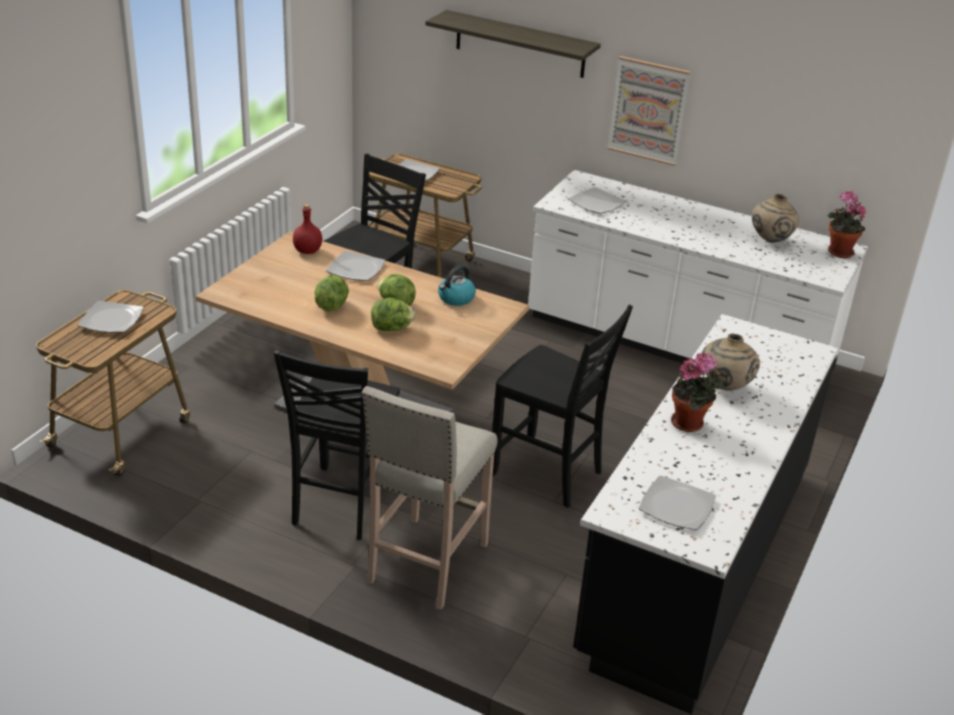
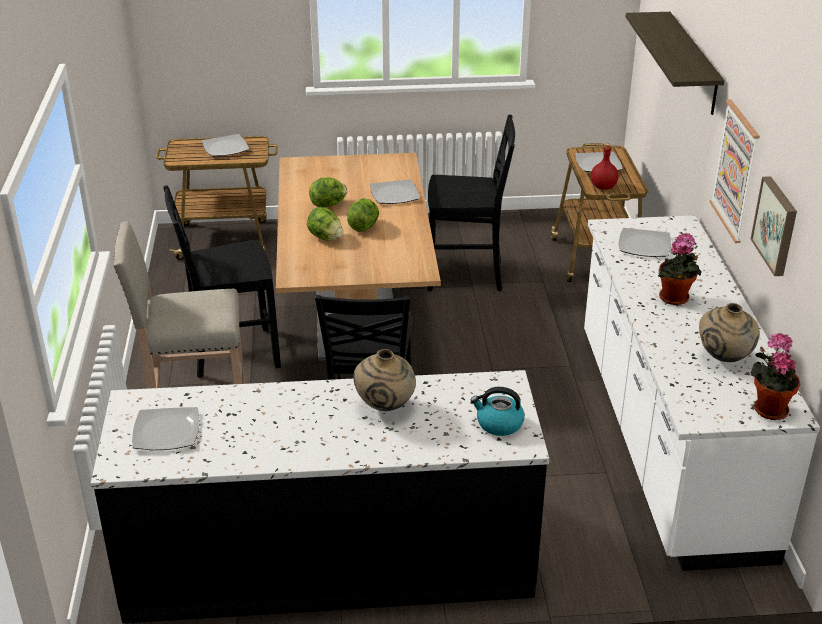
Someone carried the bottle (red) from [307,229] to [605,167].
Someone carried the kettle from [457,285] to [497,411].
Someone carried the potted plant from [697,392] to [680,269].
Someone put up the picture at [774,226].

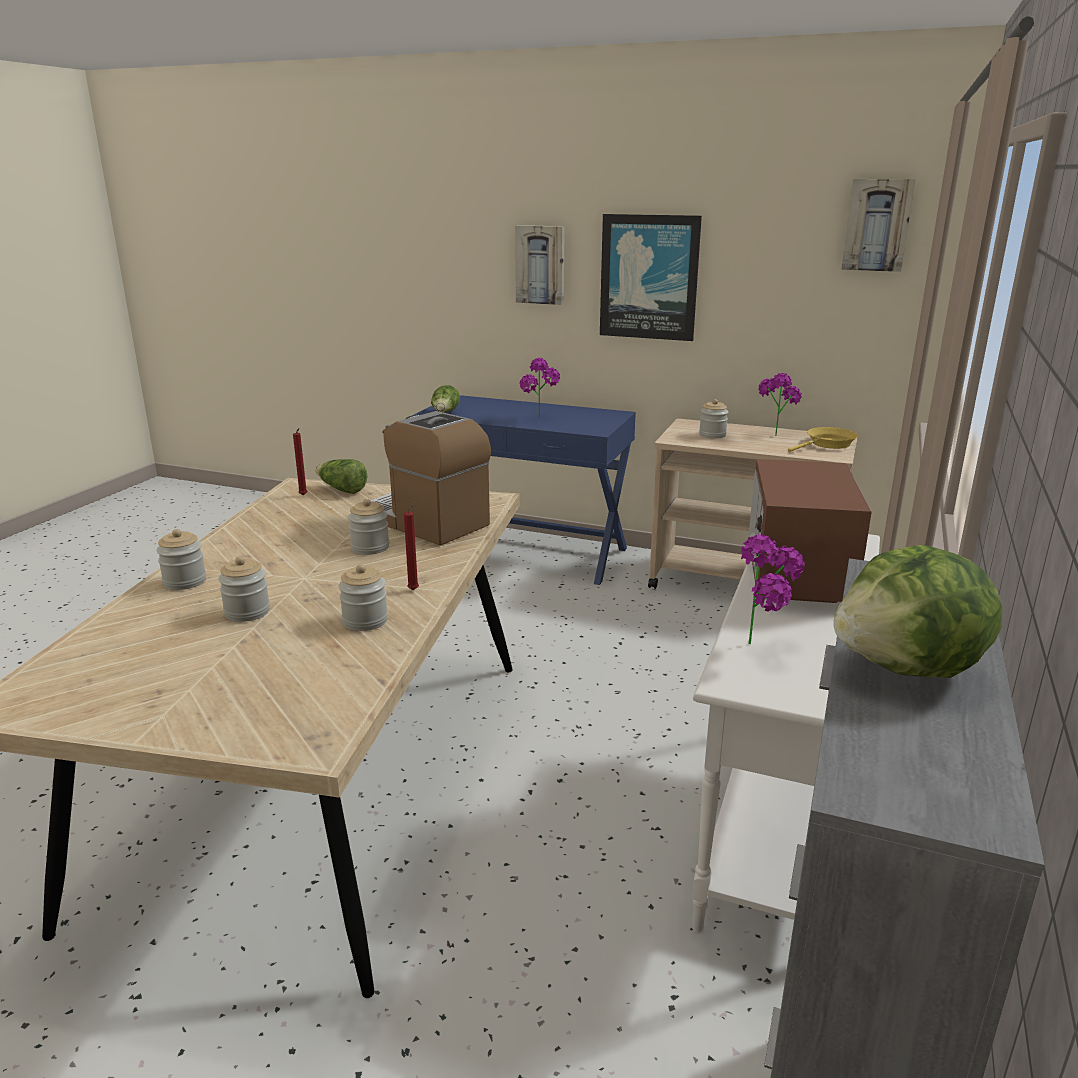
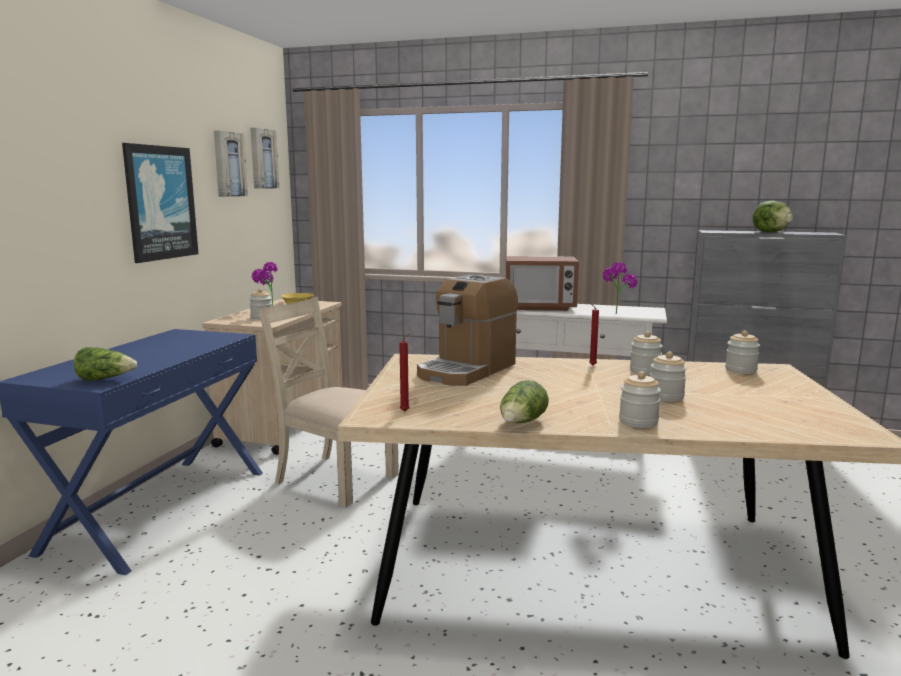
Someone carried the picture from [540,265] to [231,164].
Someone took away the potted plant at [540,387].
Someone carried the lettuce from [341,476] to [524,401].
Someone carried the jar from [368,527] to [742,352].
Someone put down the chair (beige) at [328,401].

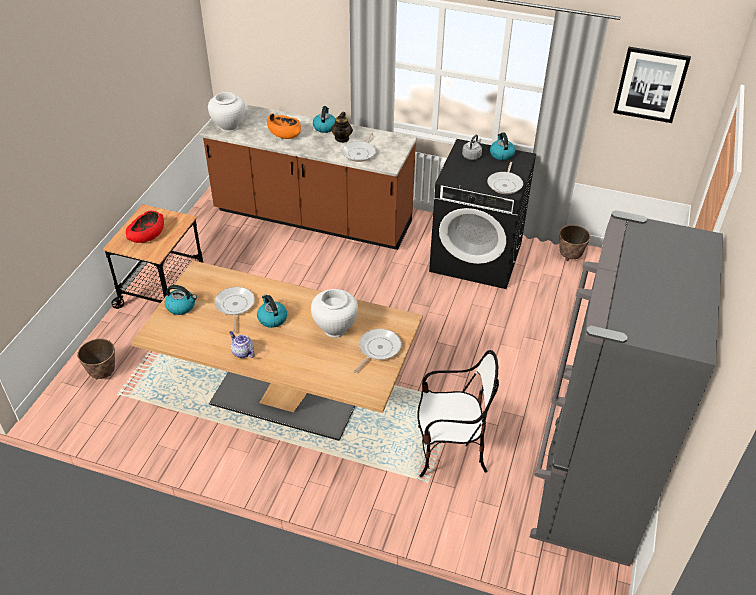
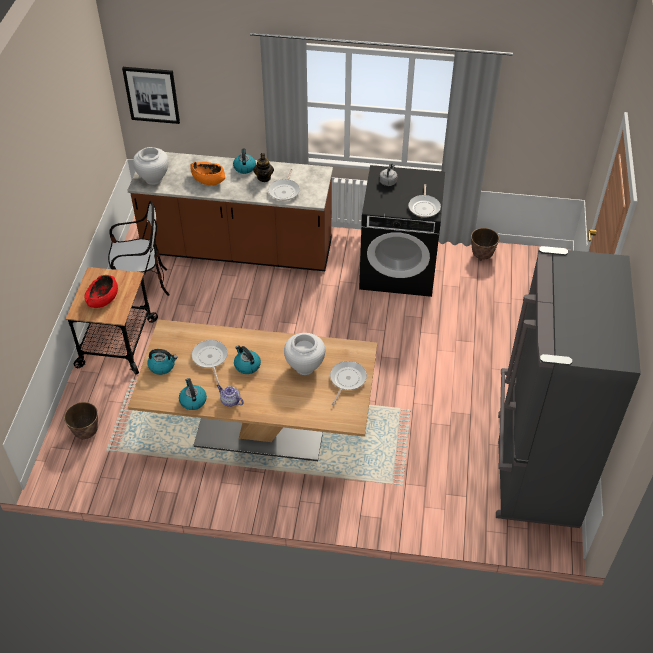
Someone carried the picture from [652,85] to [151,95].
Someone carried the kettle from [502,146] to [193,394].
Someone carried the chair from [458,413] to [139,248].

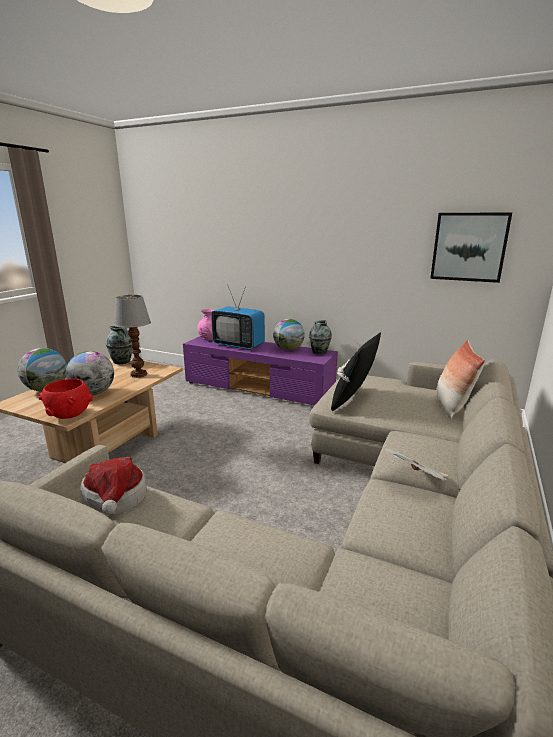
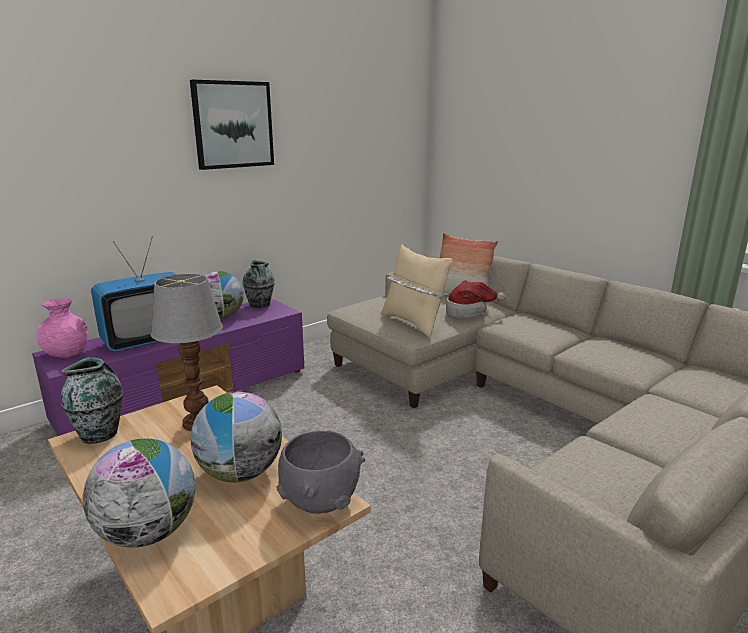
Someone carried the picture from [471,248] to [232,125].
Someone repainted the pillow (black) at [356,371], which became the pillow (beige) at [416,290].
Someone repainted the bowl (red) at [66,399], which became the bowl (grey) at [320,471].
Someone took away the newspaper at [416,464].
Someone carried the hat from [113,486] to [476,299].

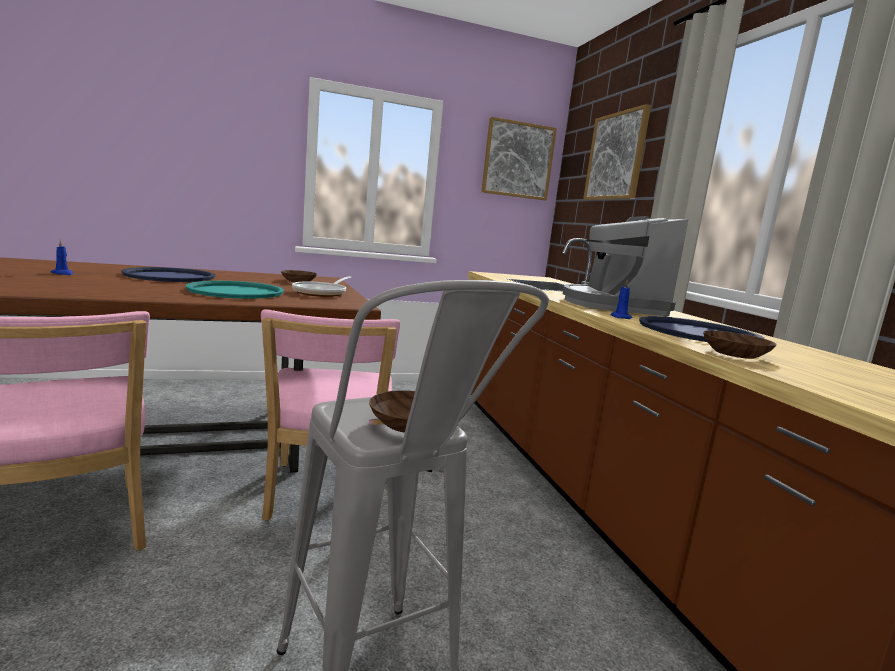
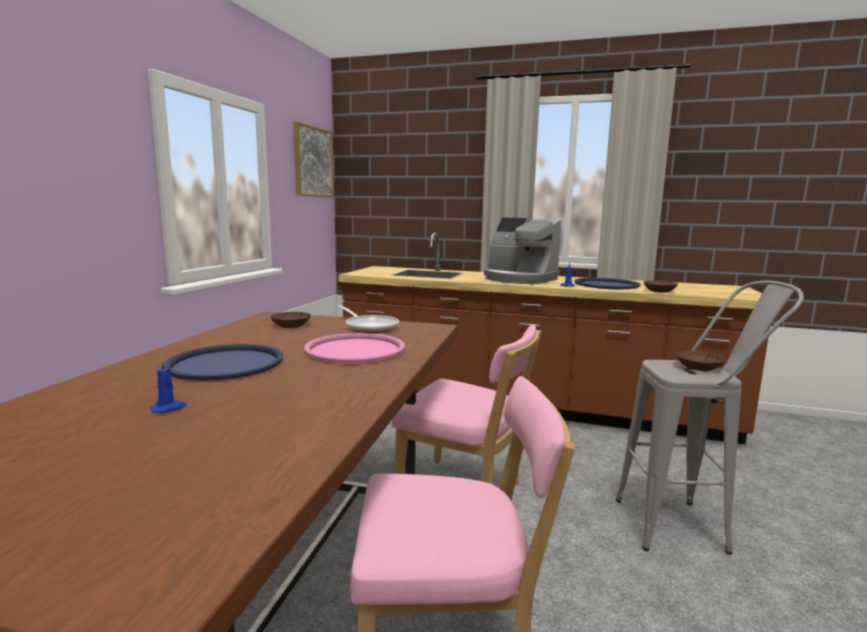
Someone took away the picture at [617,152].
Someone repainted the tray (turquoise) at [235,290], which became the tray (pink) at [354,348].

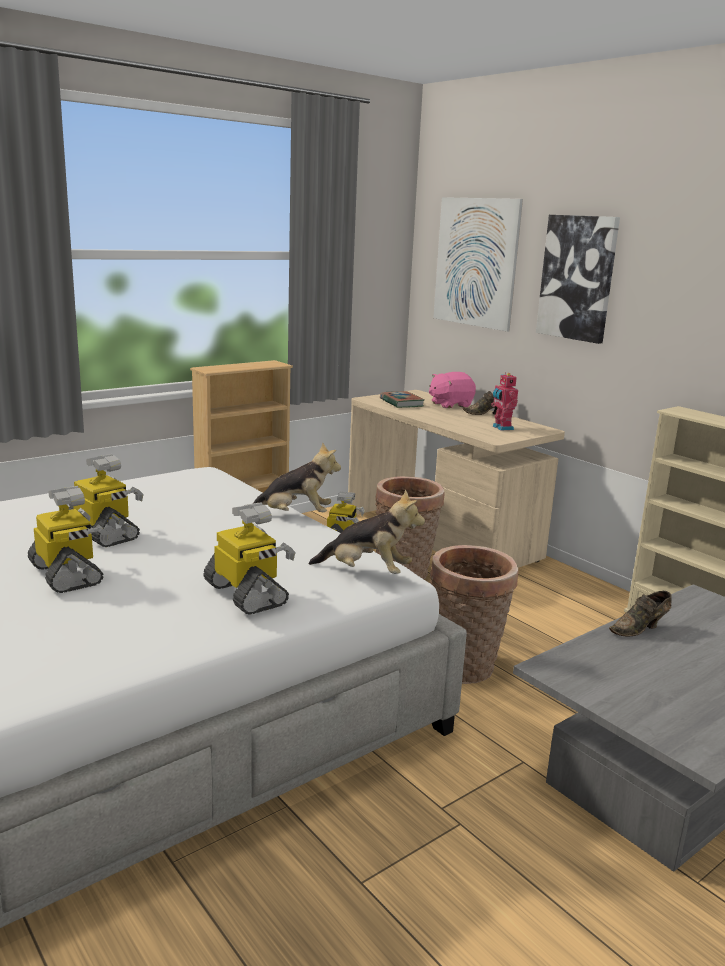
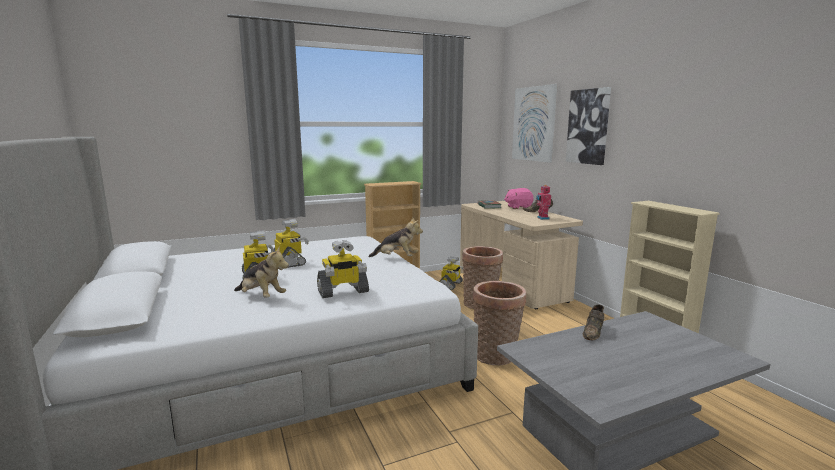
Someone carried the plush toy from [366,531] to [261,272].
Someone rotated the toy robot at [249,558] by 90 degrees clockwise.
Someone rotated the shoe (brown) at [640,614] by 45 degrees counterclockwise.

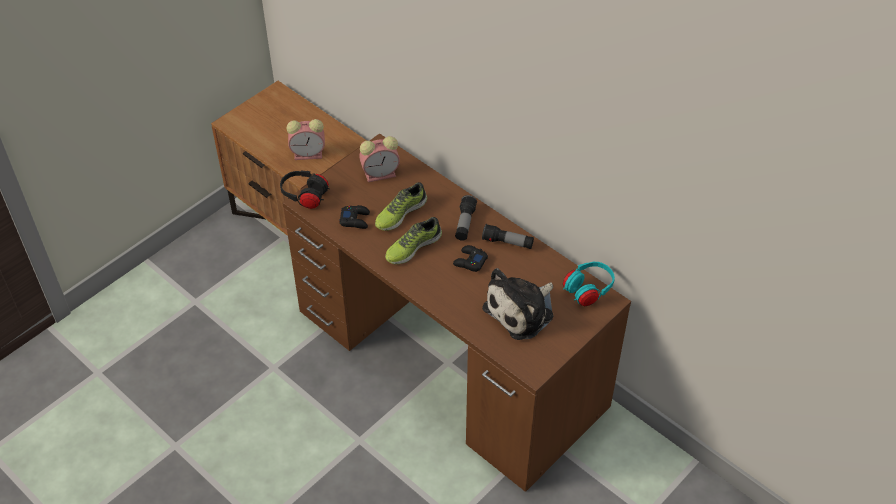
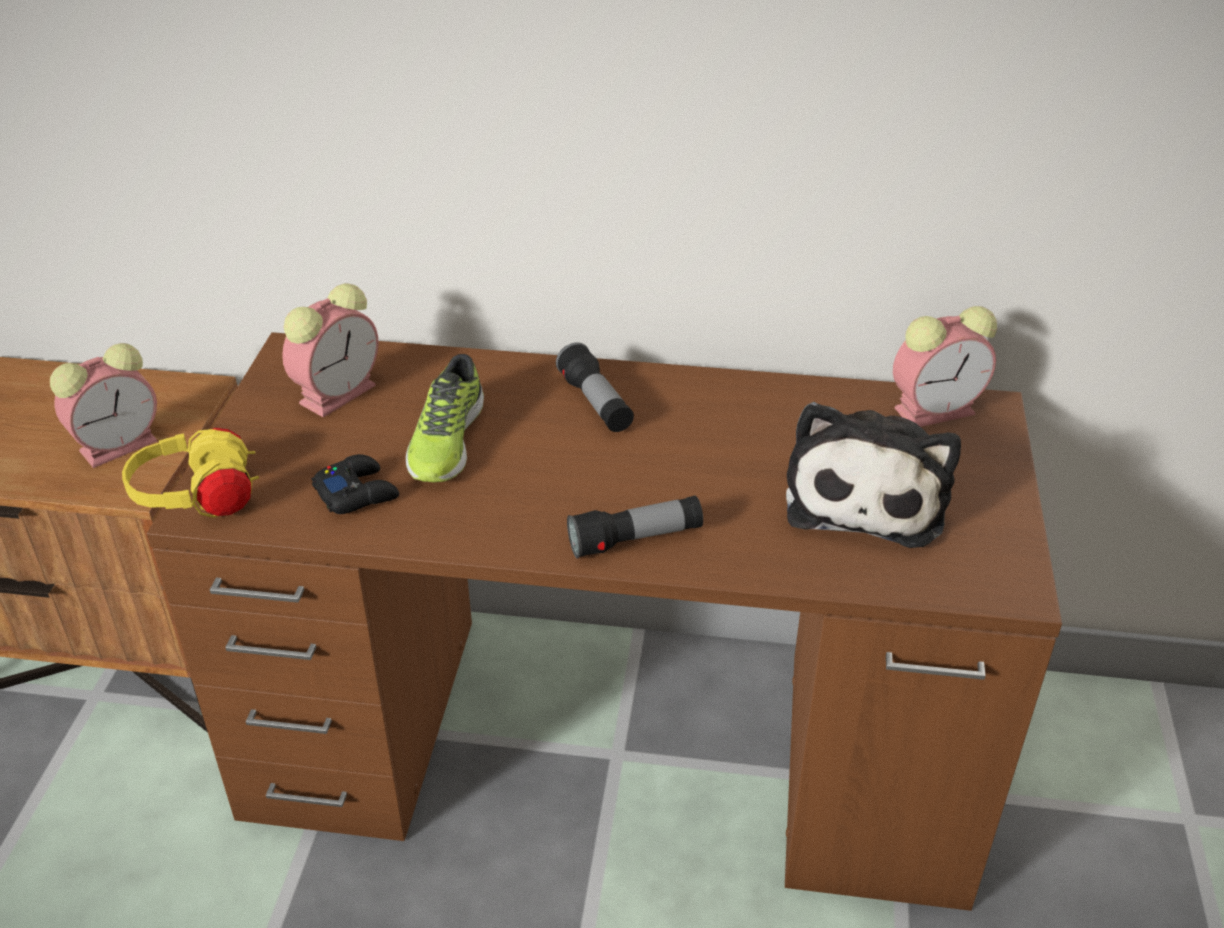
Someone repainted the headphones (black) at [305,190], which became the headphones (yellow) at [190,473].
Someone took away the shoe at [413,240].
Someone carried the flashlight from [508,236] to [635,527].
Someone took away the game controller (black) at [470,258].
Someone swapped the headphones (turquoise) at [589,284] for the alarm clock at [945,366].

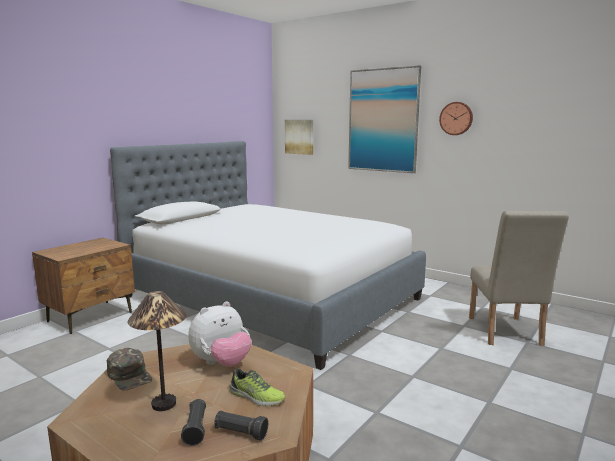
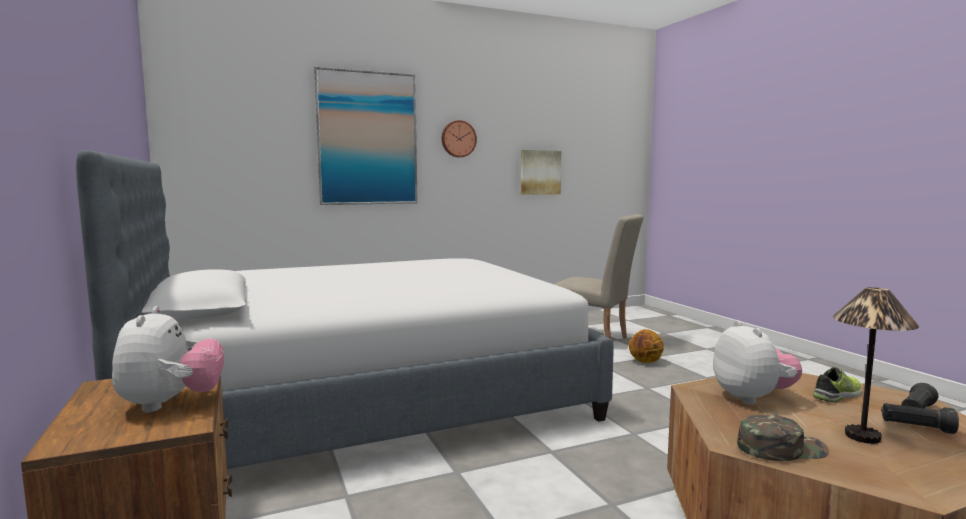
Someone carried the picture from [299,137] to [541,172].
Someone put down the plush toy at [168,359].
Someone put down the basketball at [646,346].

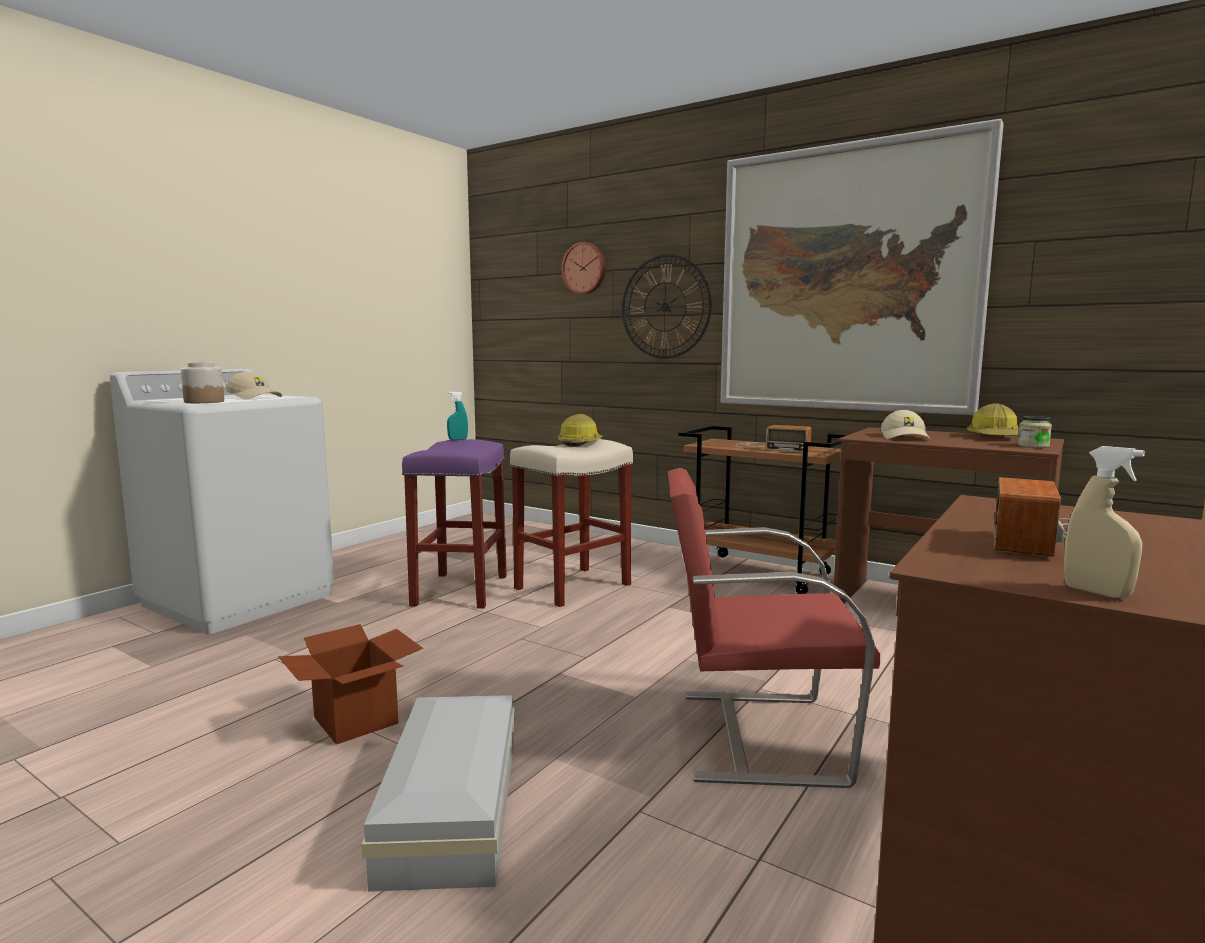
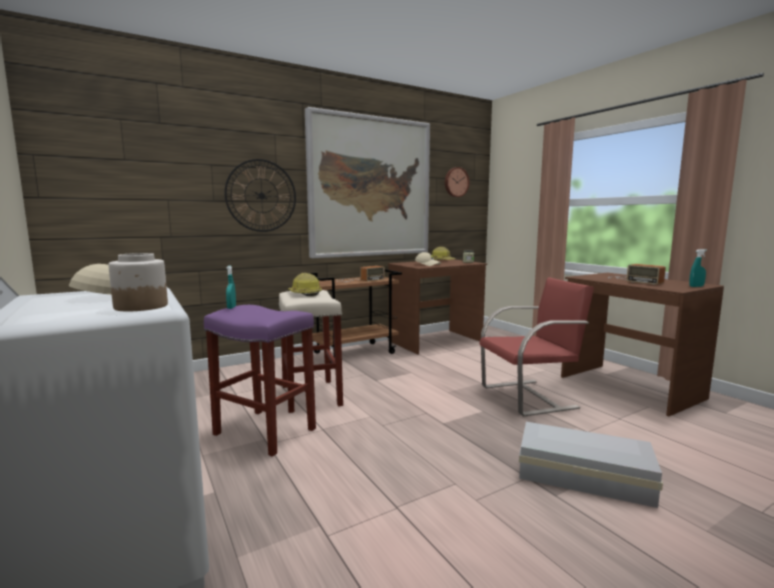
Someone carried the wall clock from [584,268] to [457,182].
Someone repainted the spray bottle (beige) at [1104,522], which became the spray bottle (turquoise) at [698,268].
Someone rotated the chair (red) at [774,628] by 135 degrees counterclockwise.
Someone took away the cardboard box at [350,684].

